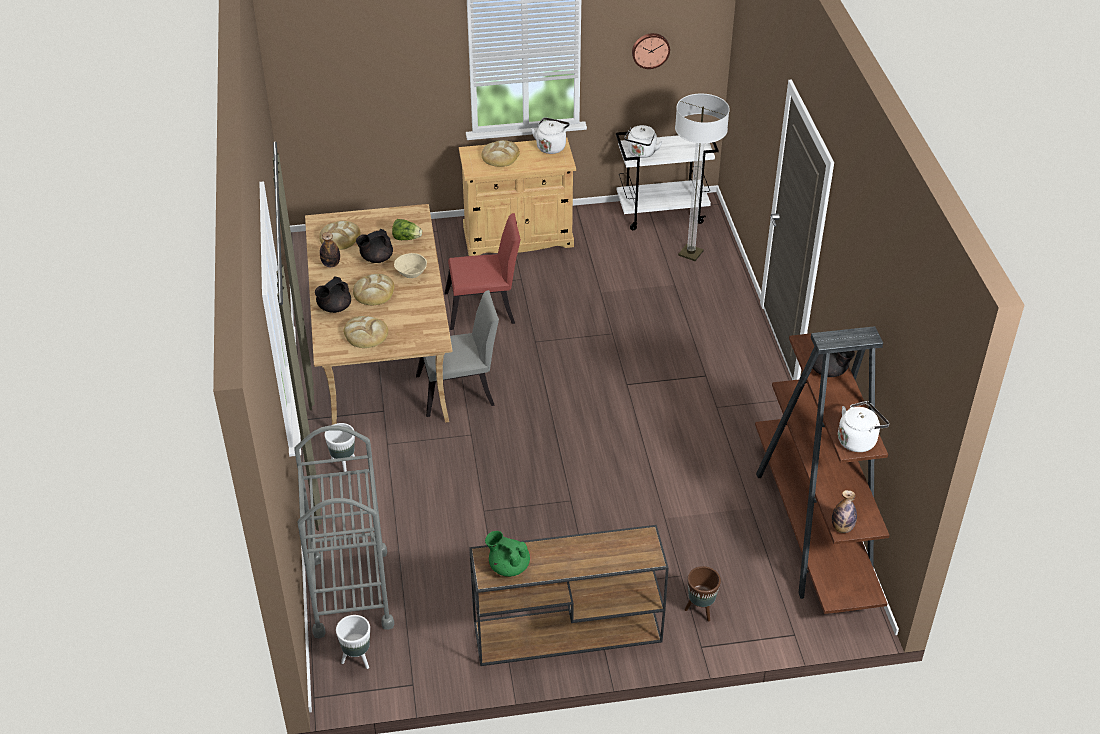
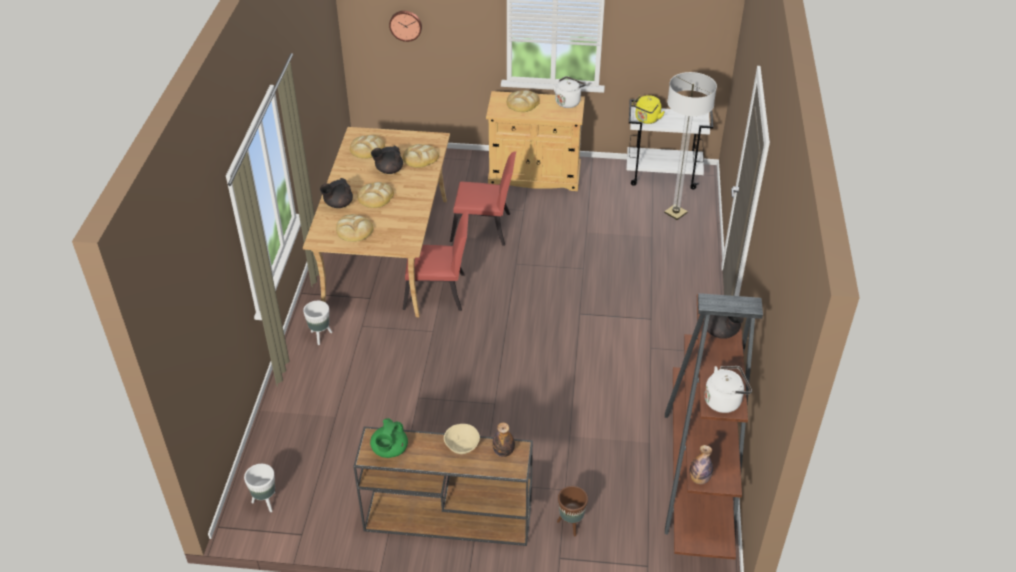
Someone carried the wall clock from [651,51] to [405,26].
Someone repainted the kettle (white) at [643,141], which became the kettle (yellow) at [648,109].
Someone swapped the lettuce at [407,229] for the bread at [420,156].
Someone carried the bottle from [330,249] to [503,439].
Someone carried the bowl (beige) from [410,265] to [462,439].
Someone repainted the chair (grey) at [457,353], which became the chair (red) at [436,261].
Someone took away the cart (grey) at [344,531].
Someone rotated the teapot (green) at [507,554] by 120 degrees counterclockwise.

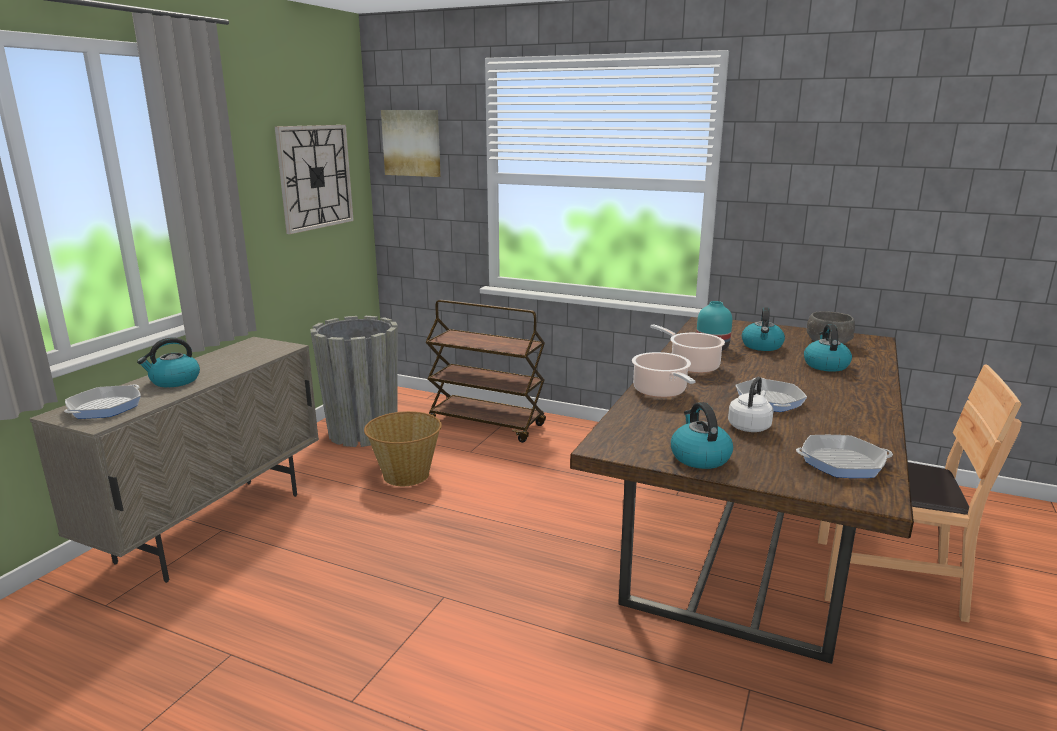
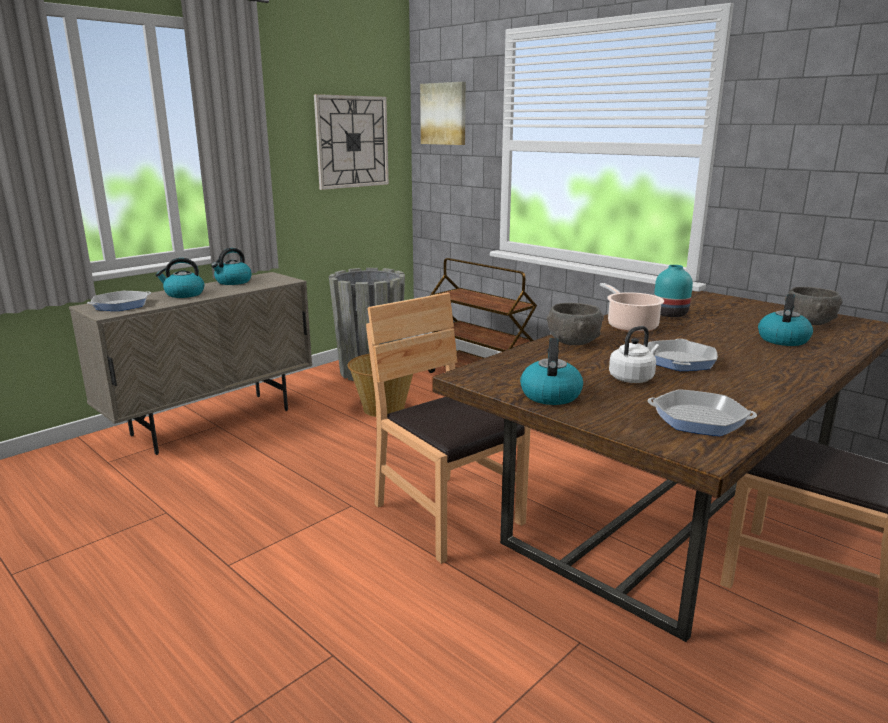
Someone carried the kettle from [763,329] to [231,266].
Someone swapped the cooking pot at [663,375] for the bowl (grey) at [575,324].
Someone put down the chair (brown) at [448,428].

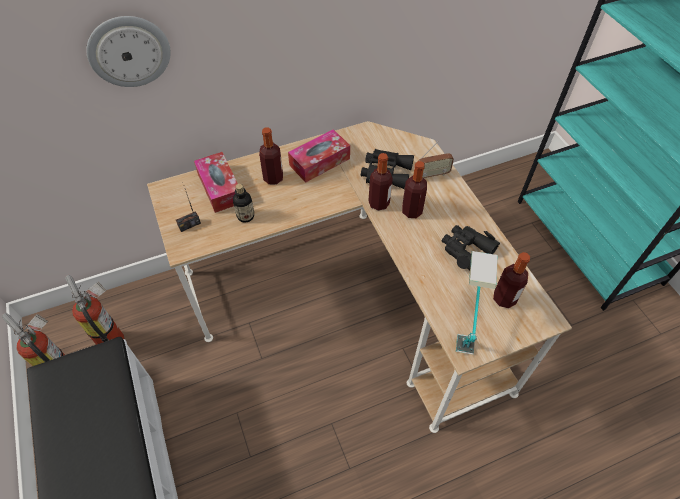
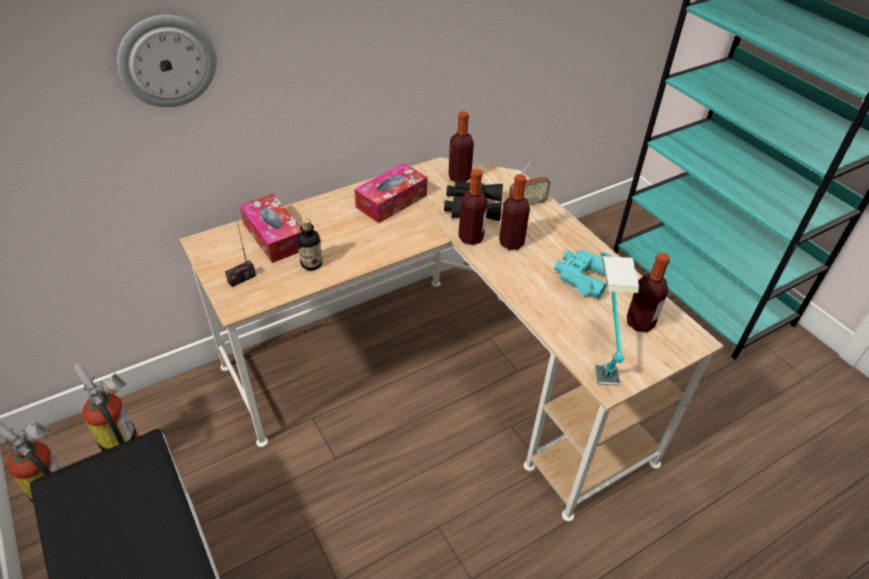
Someone carried the bottle from [271,156] to [461,146].
Someone repainted the binoculars (black) at [471,247], which became the binoculars (turquoise) at [583,274].

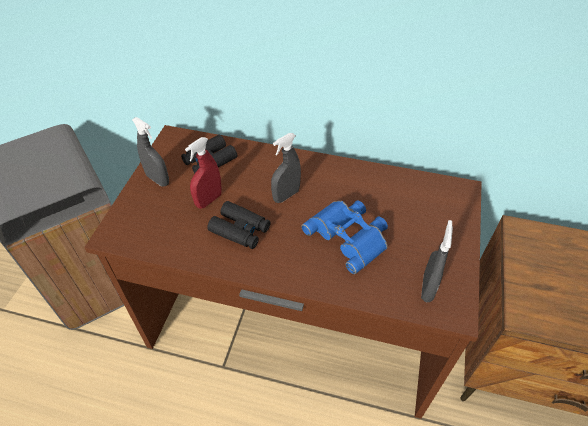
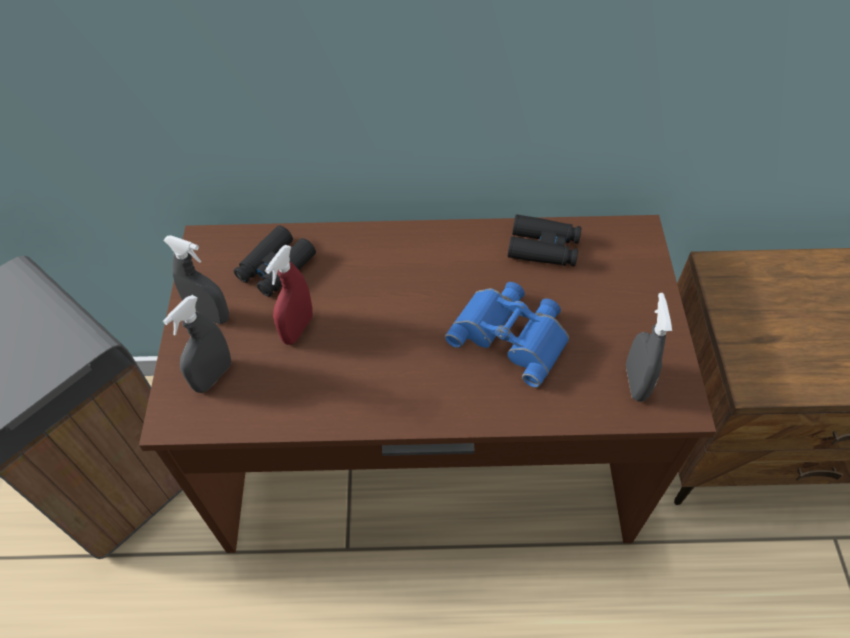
Someone carried the spray bottle (grey) from [286,168] to [197,344].
Someone carried the binoculars (black) from [239,225] to [544,240].

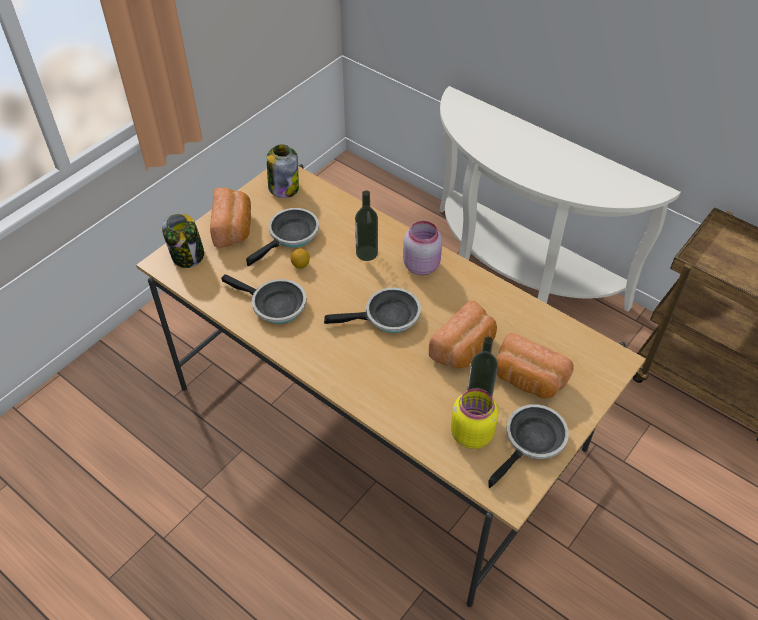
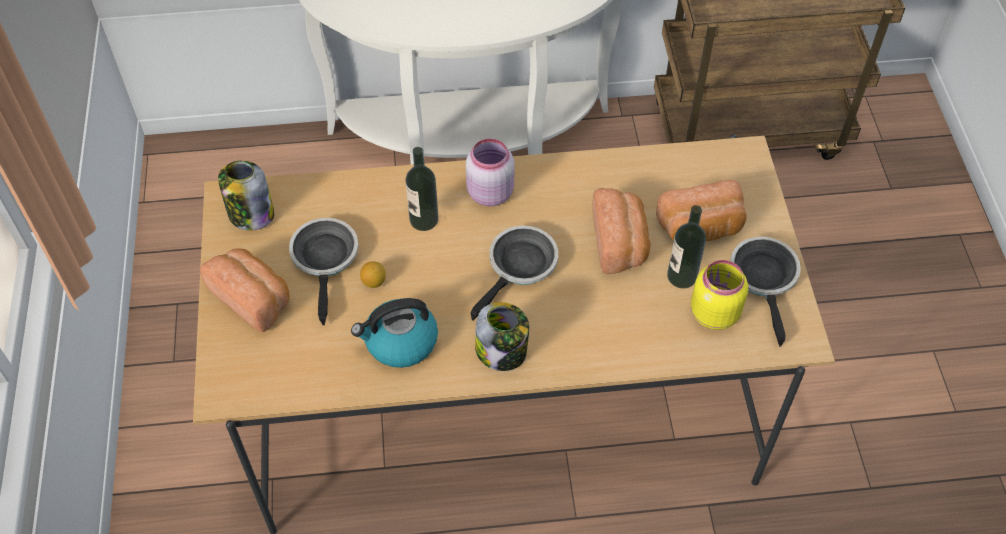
Someone carried the jar from [183,240] to [502,336].
Someone swapped the frying pan at [263,299] for the kettle at [394,333].

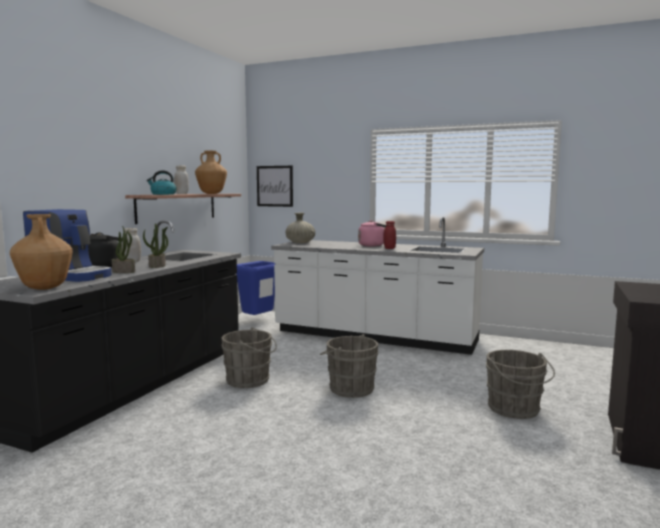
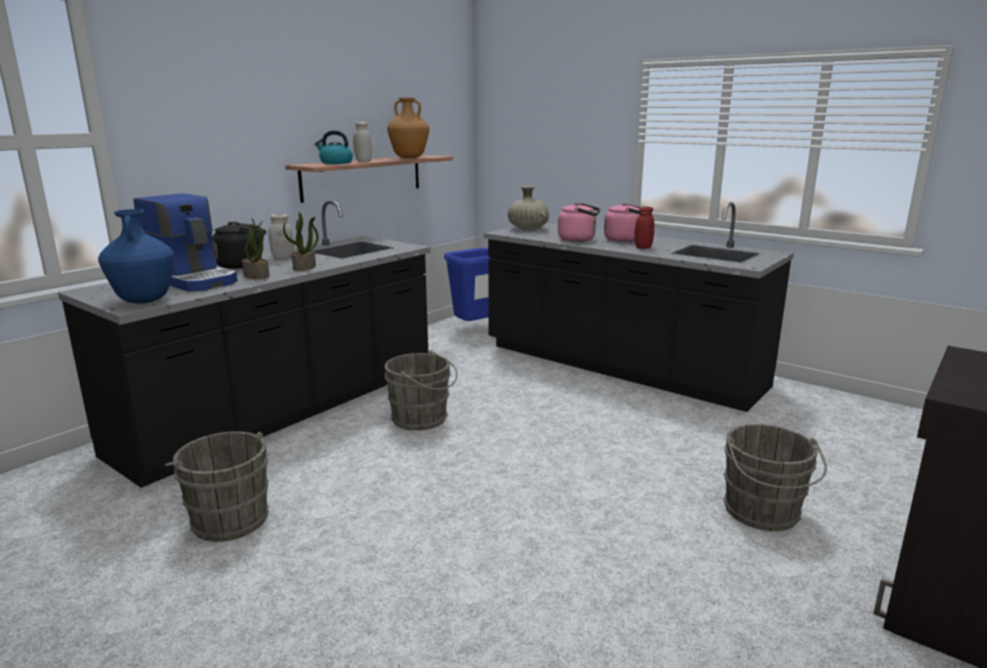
Someone took away the picture at [275,186].
Someone repainted the vase (brown) at [41,252], which became the vase (blue) at [136,256].
Someone repainted the counter (white) at [377,286], which became the counter (black) at [639,307].
Someone carried the bucket (grey) from [349,366] to [217,486].
Someone put down the kettle (pink) at [579,222].

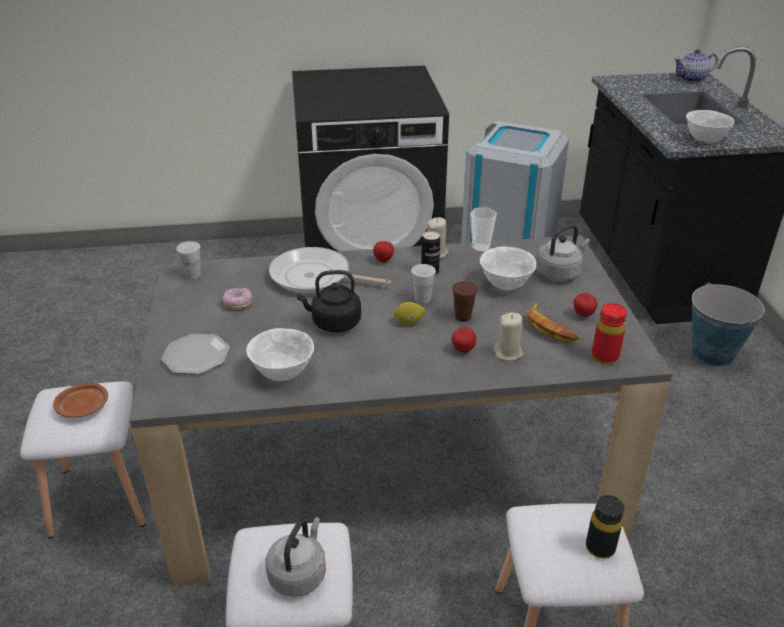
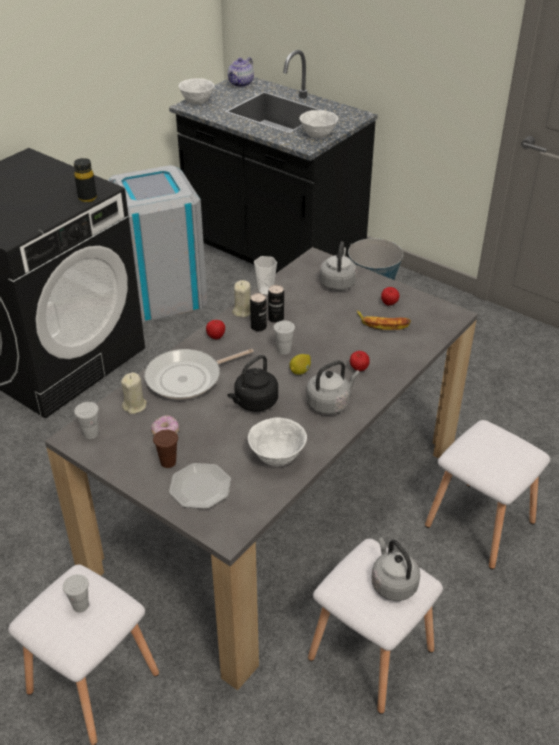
Someone carried the bowl (white) from [508,268] to [196,91].
Someone carried the cup (brown) from [465,301] to [165,449].
Someone took away the bottle (red) at [609,334].
Someone carried the candle (beige) from [508,336] to [134,393].
Someone swapped the plate (brown) at [80,400] for the cup (white) at [76,593].
Someone carried the bottle (black) from [605,527] to [85,180].
Someone put down the can at [276,304].
Someone put down the kettle (grey) at [333,387].

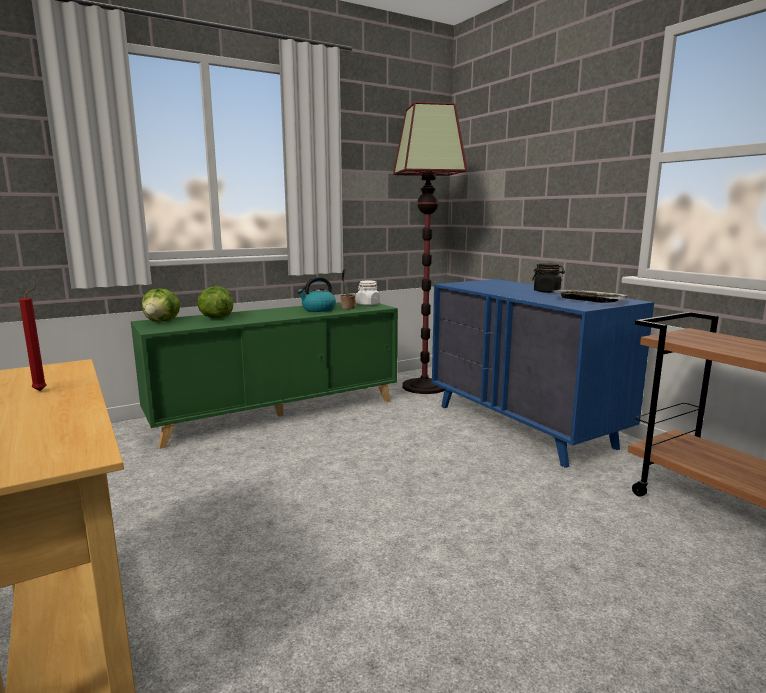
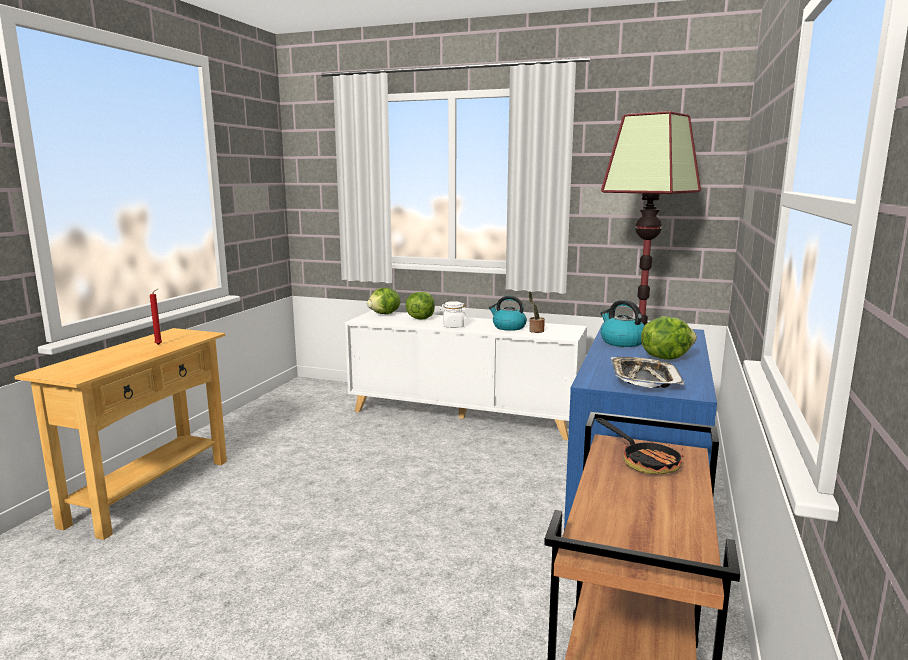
Someone swapped the jar (black) at [548,278] for the lettuce at [669,338].
Someone carried the jar (white) from [368,293] to [453,314].
Someone repainted the cabinet (green) at [264,375], which became the cabinet (white) at [466,375].
Someone put down the kettle at [622,323].
Someone put down the frying pan at [639,446].

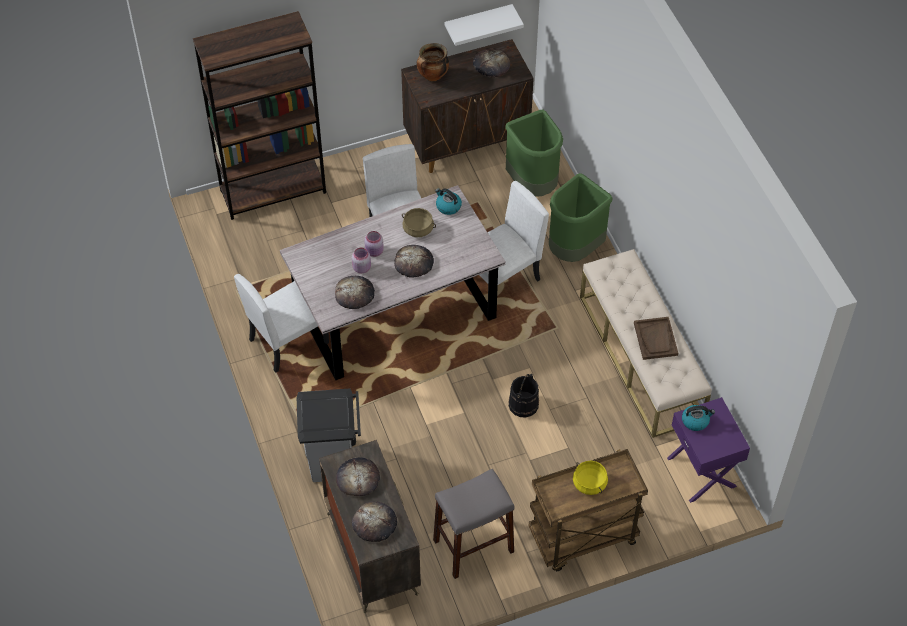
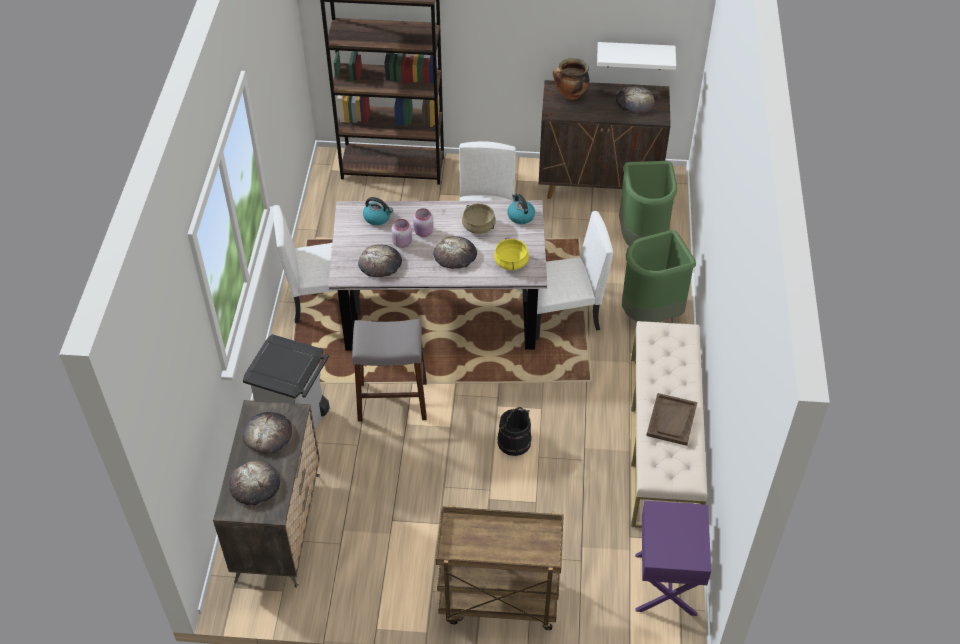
Someone carried the kettle from [698,418] to [378,211].
Someone carried the cooking pot (yellow) from [590,478] to [511,254].
Someone carried the stool (grey) from [473,524] to [389,370].

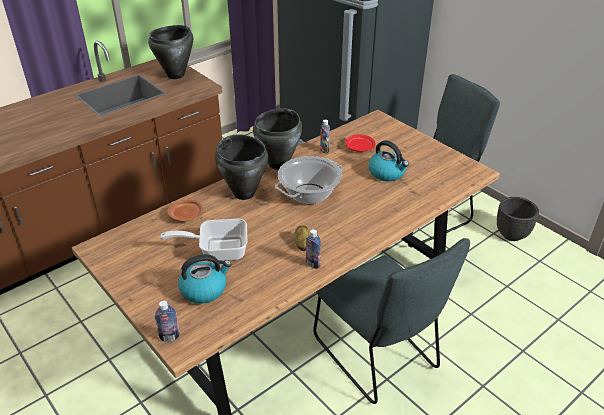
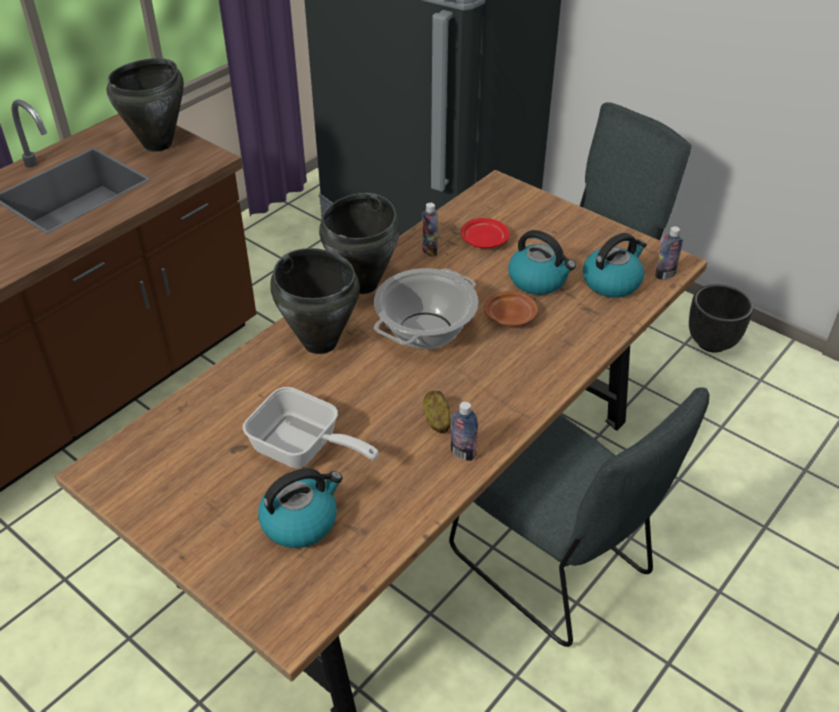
Someone carried the plate (brown) from [185,210] to [511,308].
Someone rotated the frying pan at [203,240] by 135 degrees counterclockwise.
Someone carried the bottle from [167,321] to [669,253].
Someone put down the kettle at [615,265].

